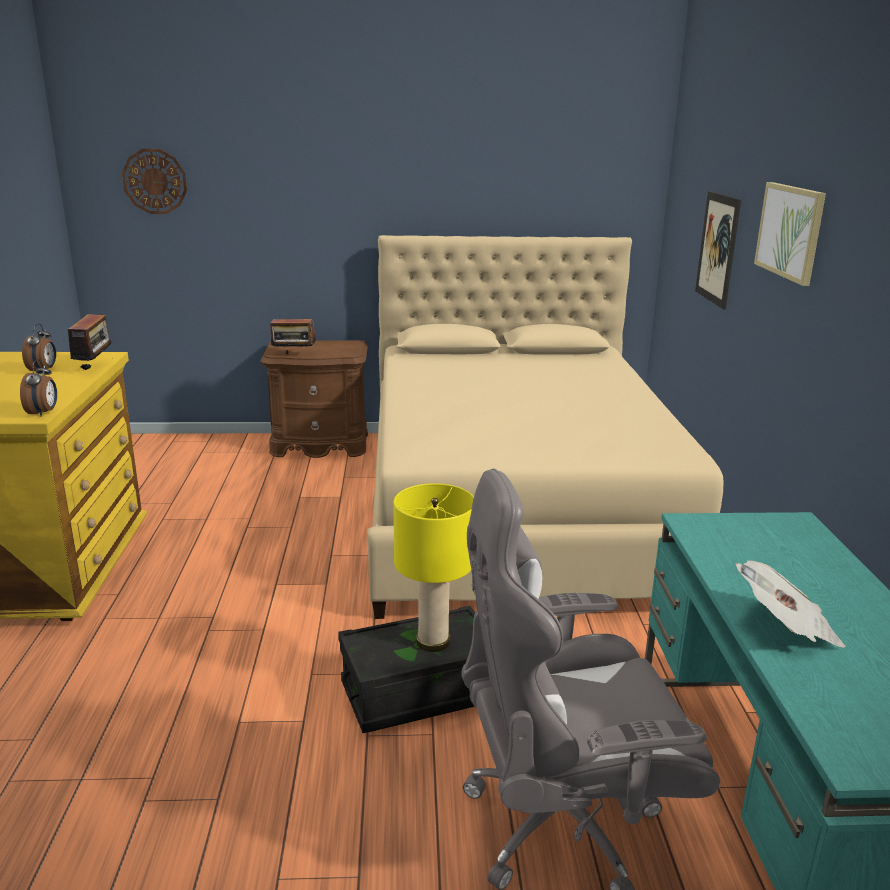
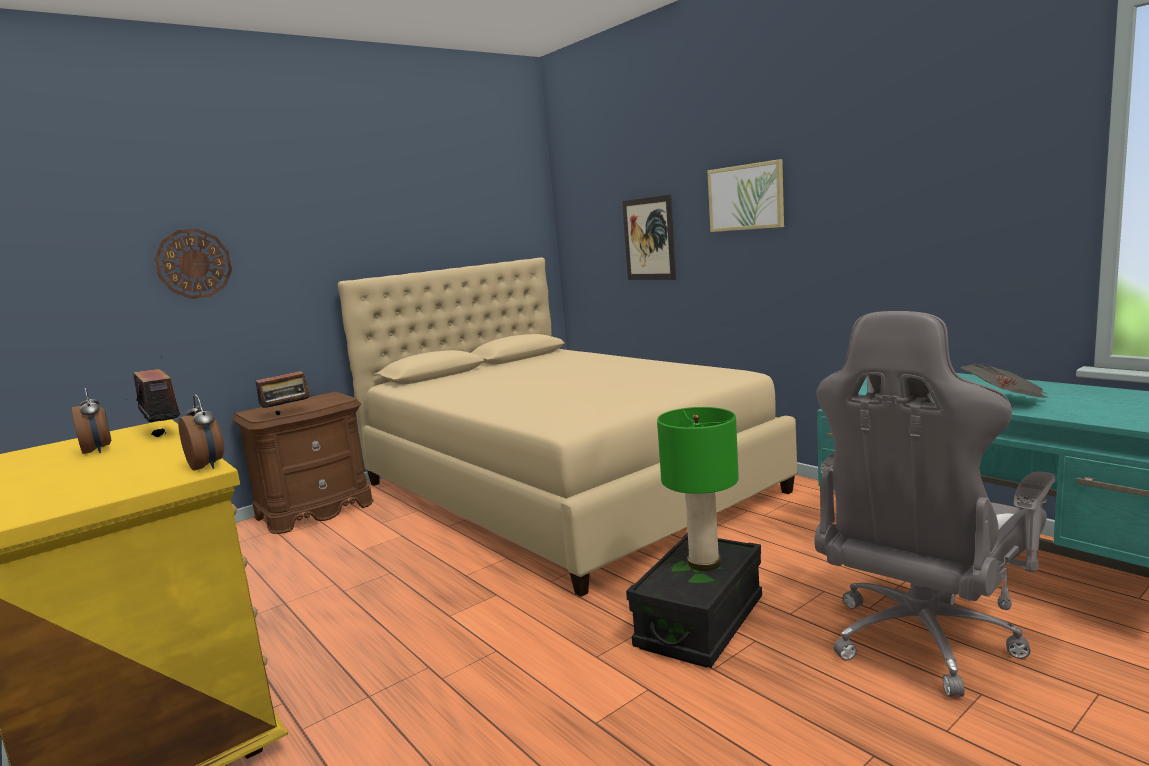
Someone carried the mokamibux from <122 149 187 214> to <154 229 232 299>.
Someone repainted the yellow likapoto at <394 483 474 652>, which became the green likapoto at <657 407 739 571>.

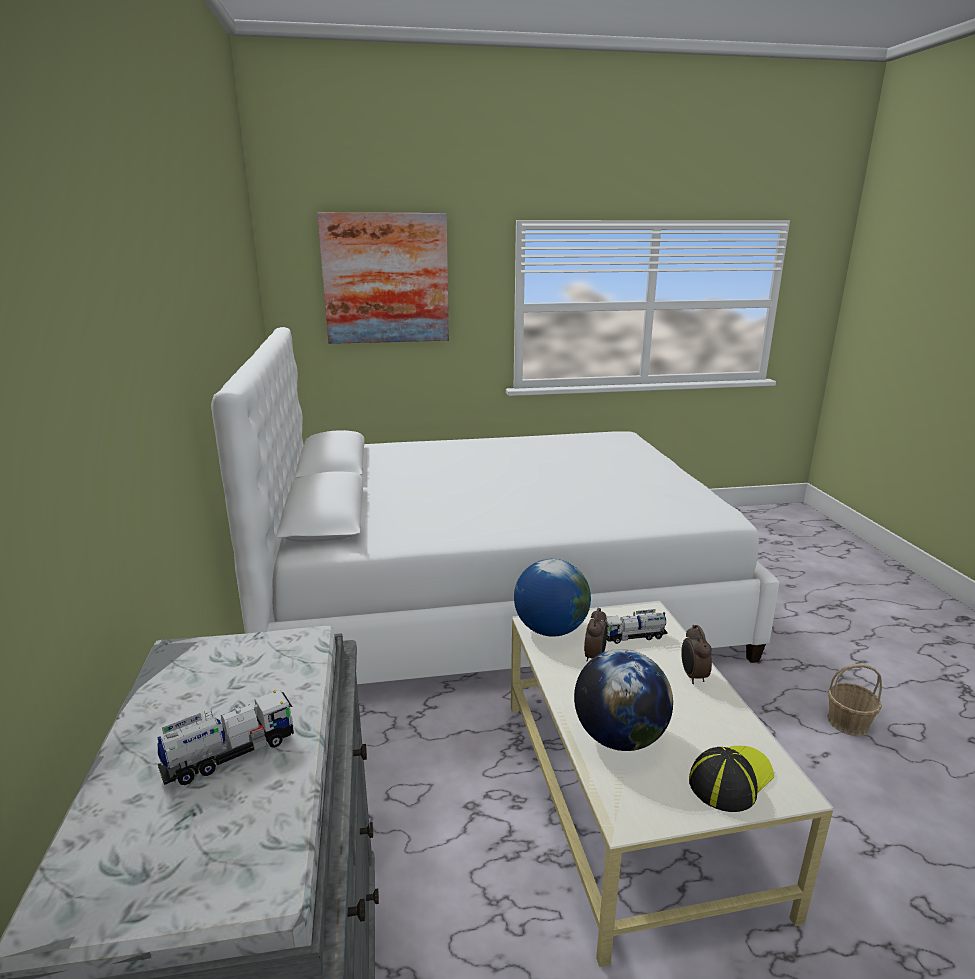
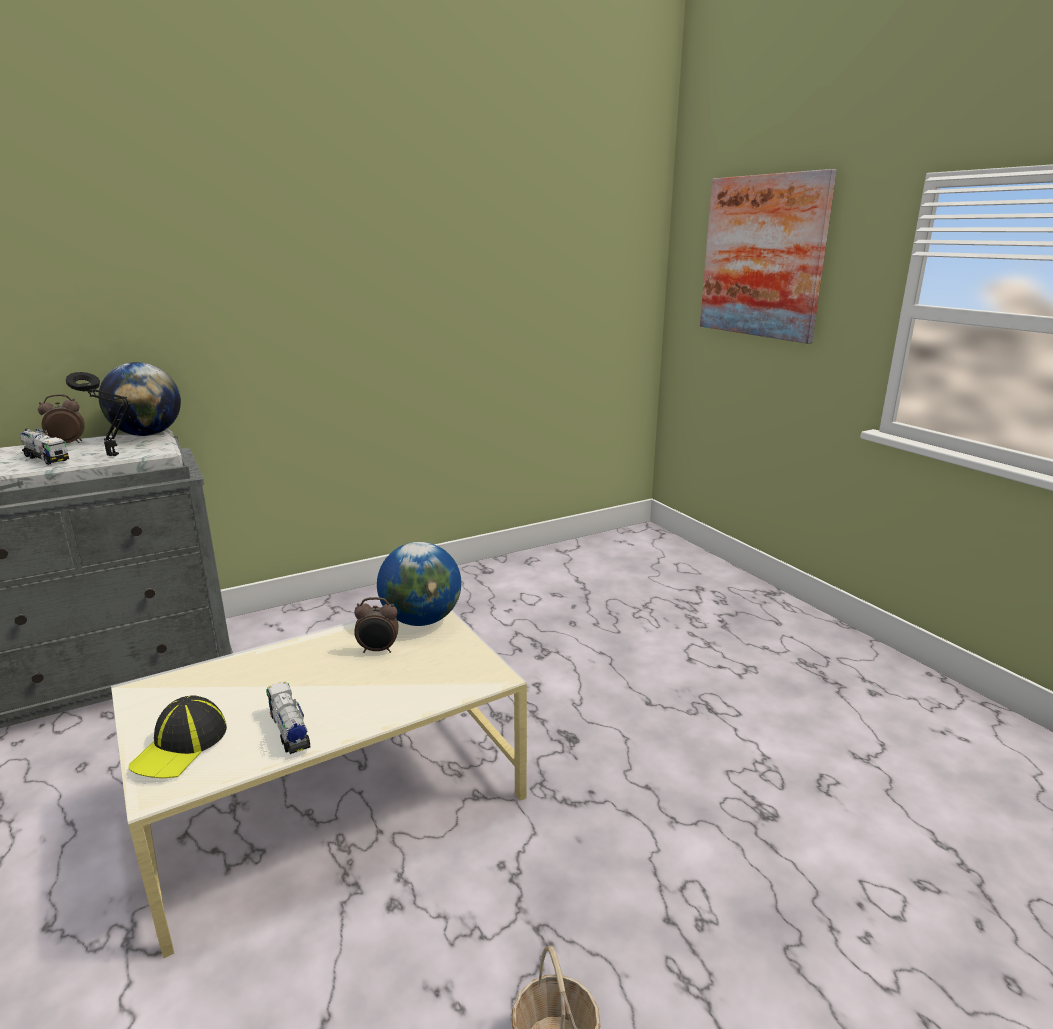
Someone took away the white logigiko at <211 327 779 684>.
Someone put down the black likapoto at <66 372 130 456>.
Someone carried the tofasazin from <574 649 673 751> to <98 362 181 436>.
Someone carried the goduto from <603 609 668 644> to <266 681 311 754>.
Someone carried the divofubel from <681 625 712 684> to <38 394 85 443>.
Someone rotated the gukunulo at <689 746 774 812> by 75 degrees clockwise.

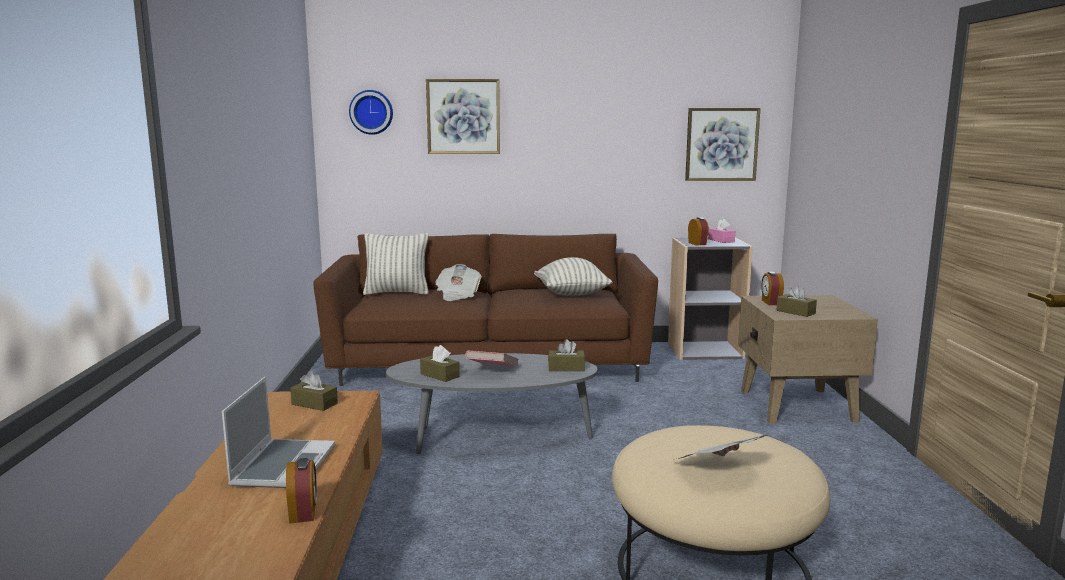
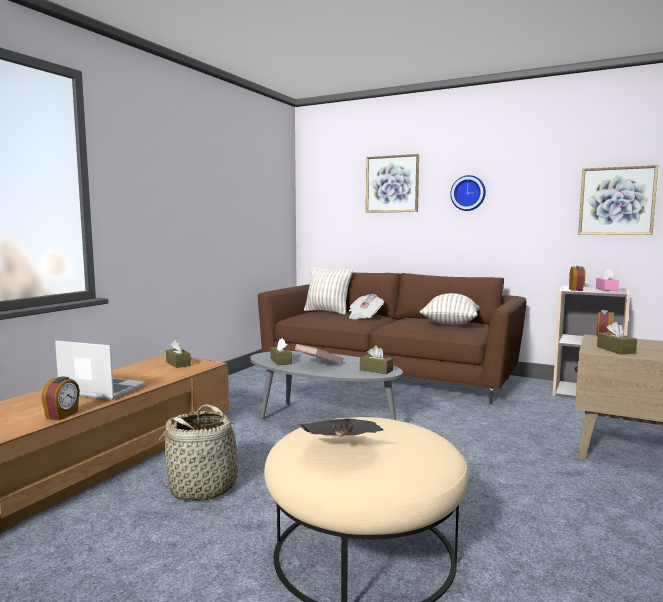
Someone put down the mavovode at <158 404 254 501>.
Someone carried the mokamibux from <349 90 393 135> to <450 175 486 211>.
Someone rotated the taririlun at <222 376 335 488> by 105 degrees counterclockwise.

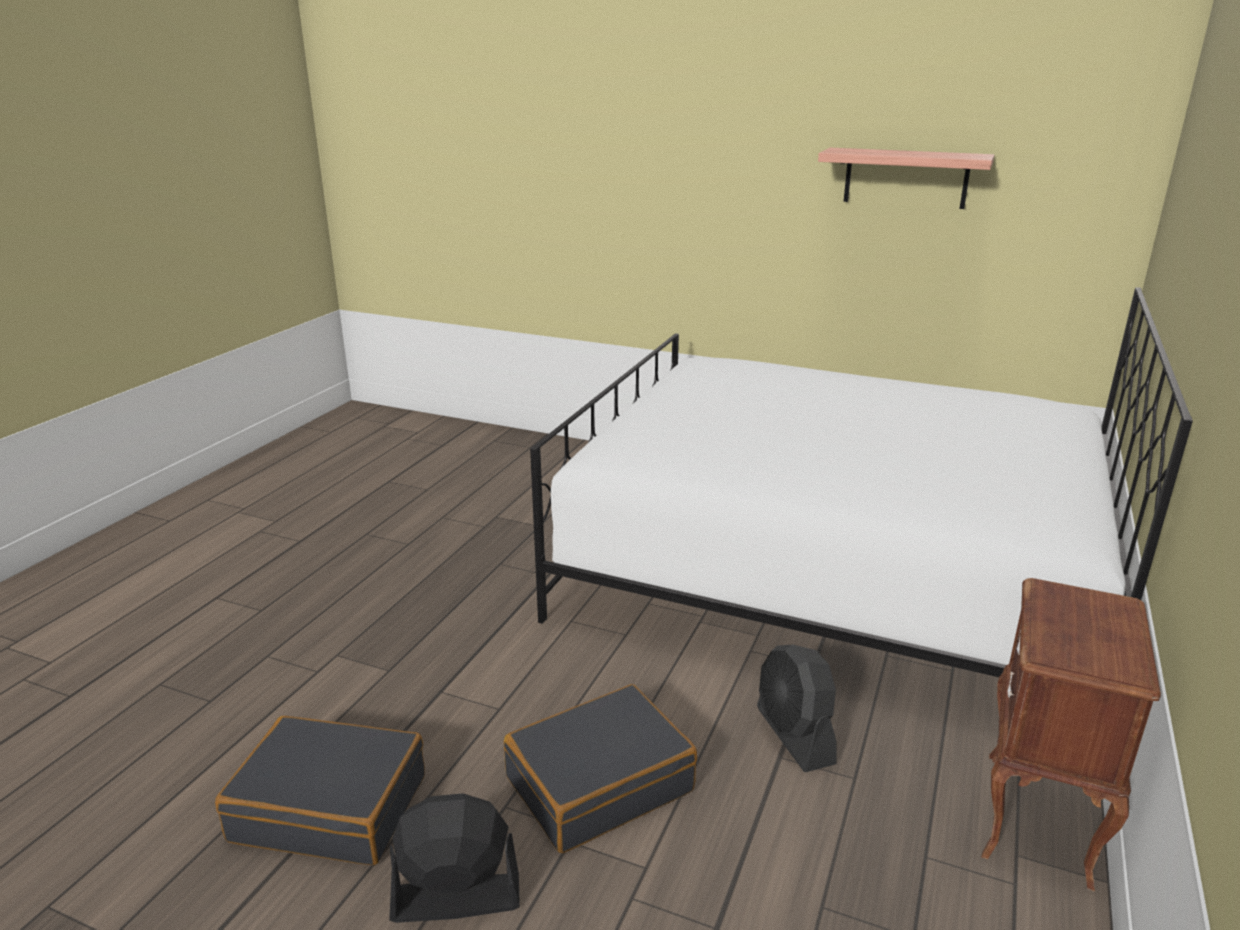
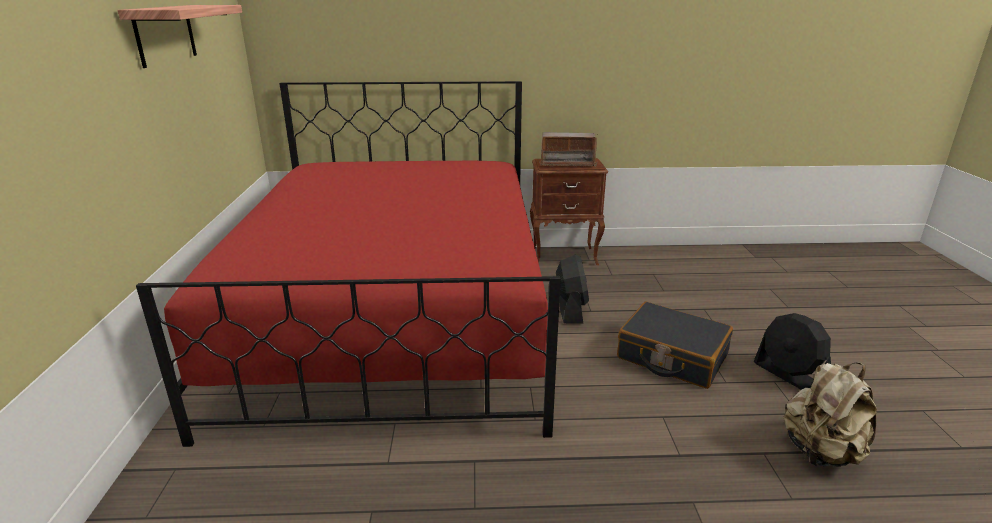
Someone put down the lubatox at <538 132 597 167>.
Someone swapped the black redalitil at <215 716 425 865> for the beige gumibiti at <784 363 877 467>.
Someone repainted the white logigiko at <530 287 1193 677>, which became the red logigiko at <136 81 561 447>.
Someone rotated the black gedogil at <757 645 837 772> by 45 degrees counterclockwise.

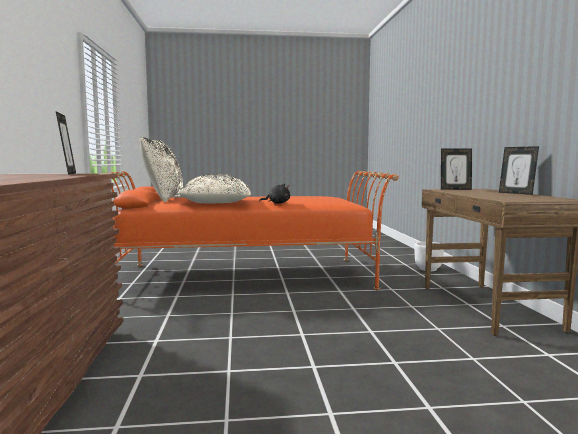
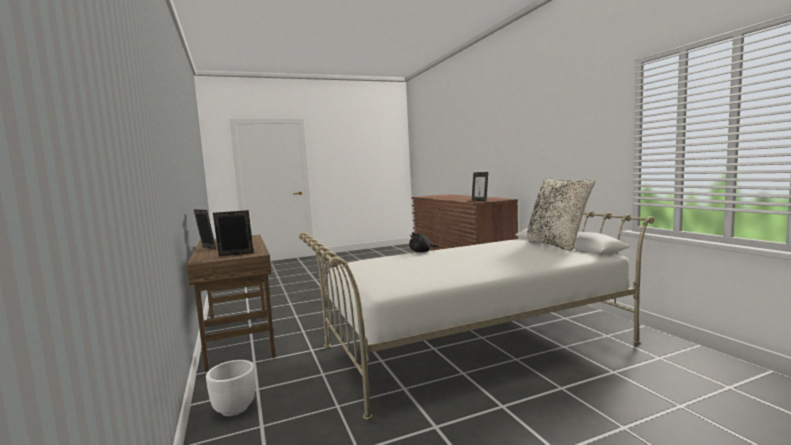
Someone took away the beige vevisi at <177 174 251 203>.
Someone repainted the orange logigiko at <111 171 399 290>, which became the white logigiko at <299 211 654 420>.

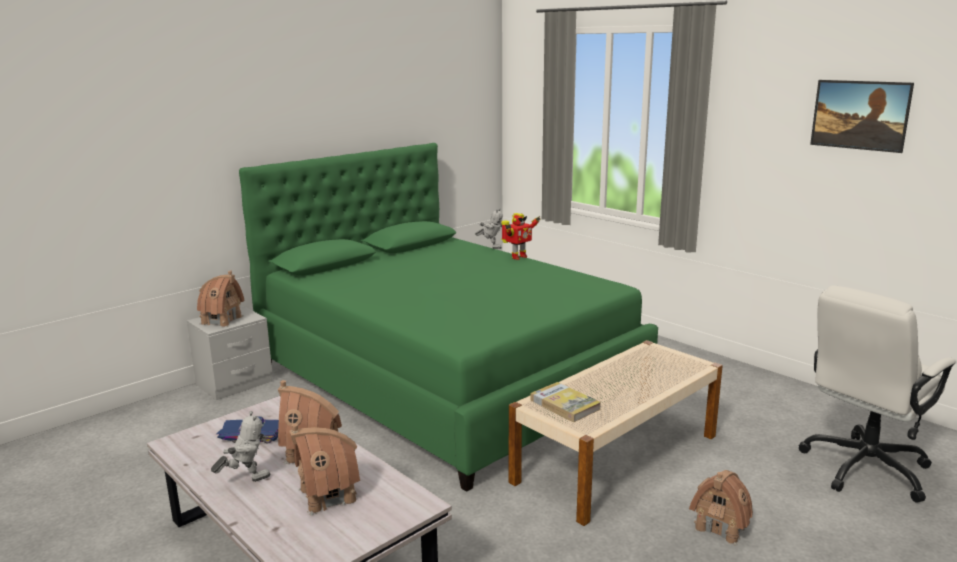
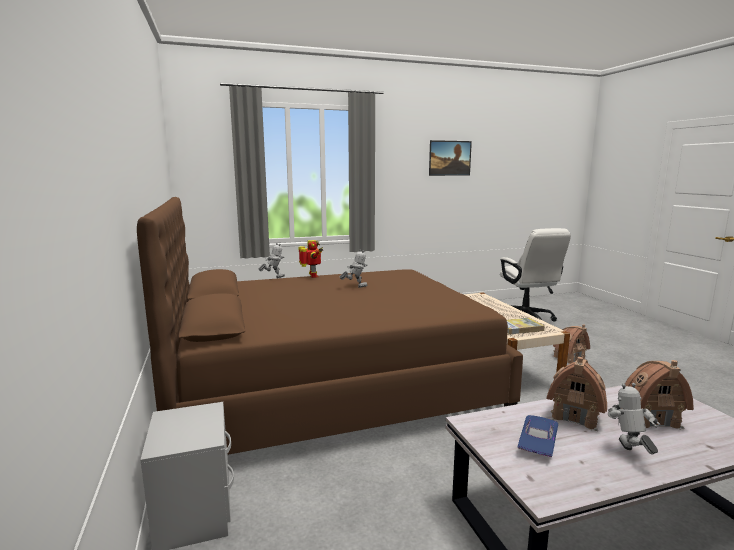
Someone took away the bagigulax at <197 271 245 327>.
Someone put down the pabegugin at <340 249 368 288>.
Someone repainted the green logigiko at <239 143 658 492>, which became the brown logigiko at <137 197 523 455>.

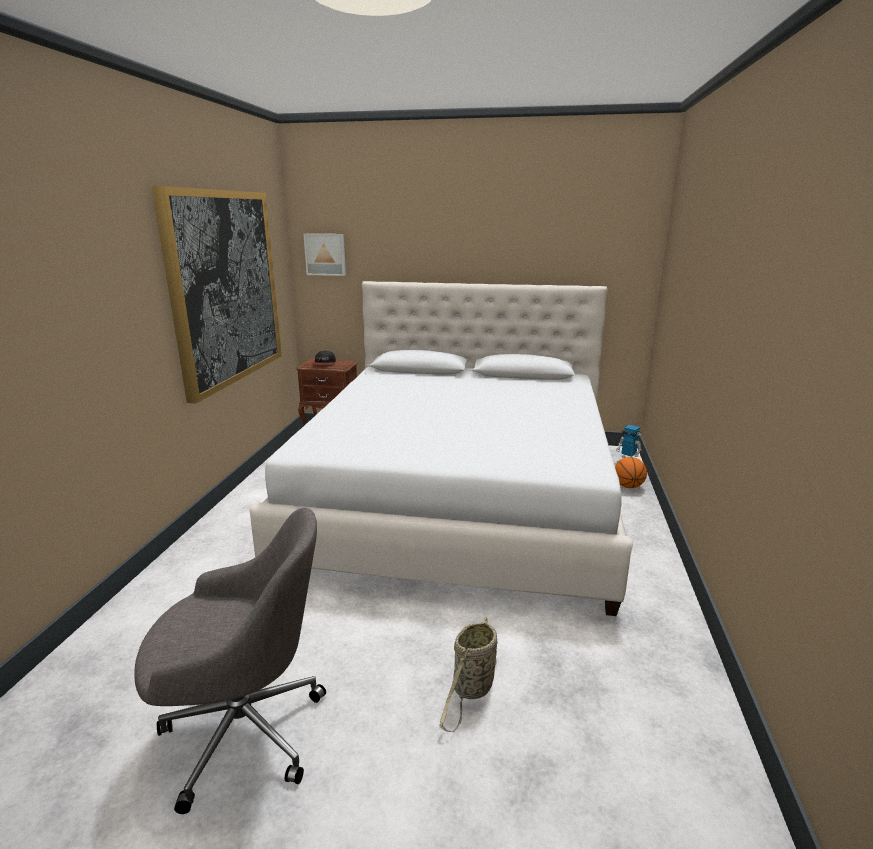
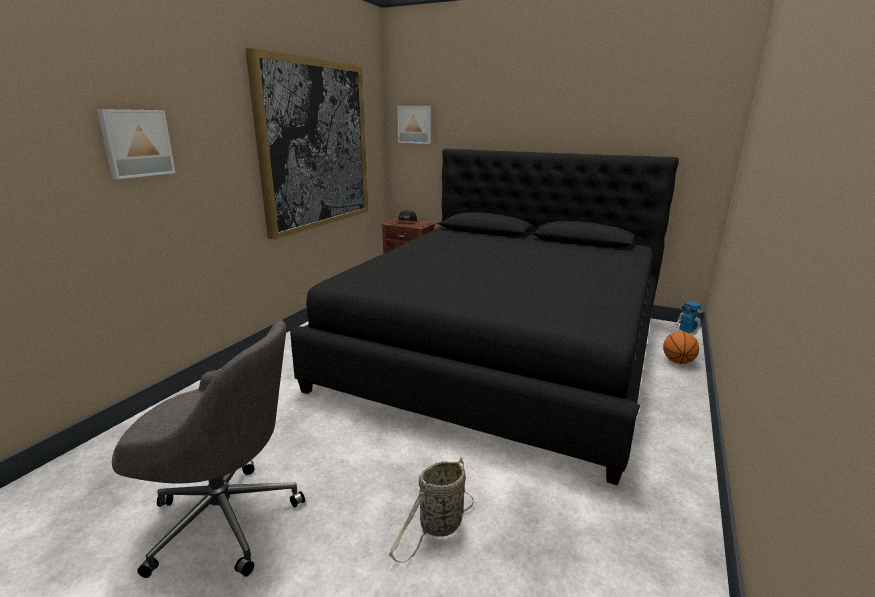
Someone put up the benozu at <97 109 176 179>.
Someone repainted the white logigiko at <250 281 634 616>, which became the black logigiko at <290 149 679 485>.

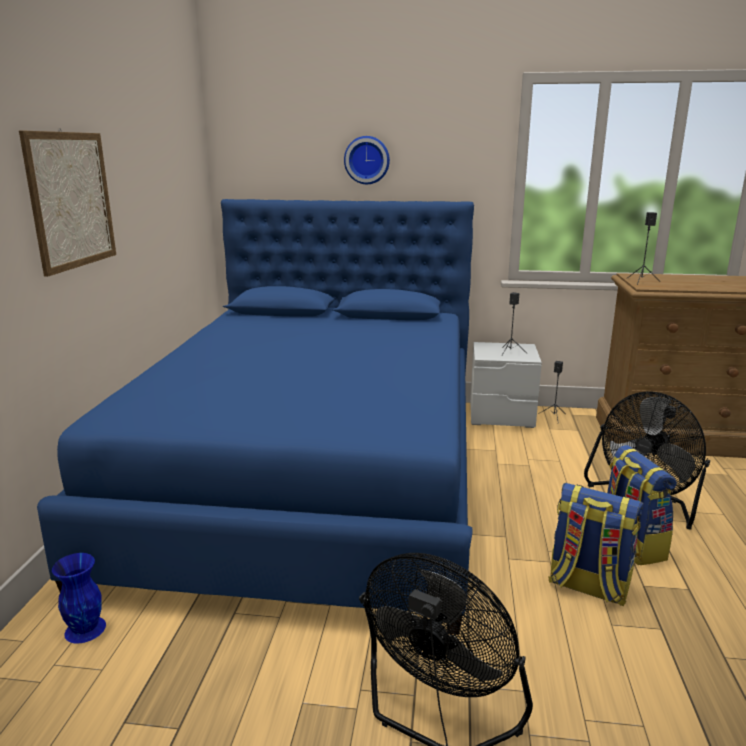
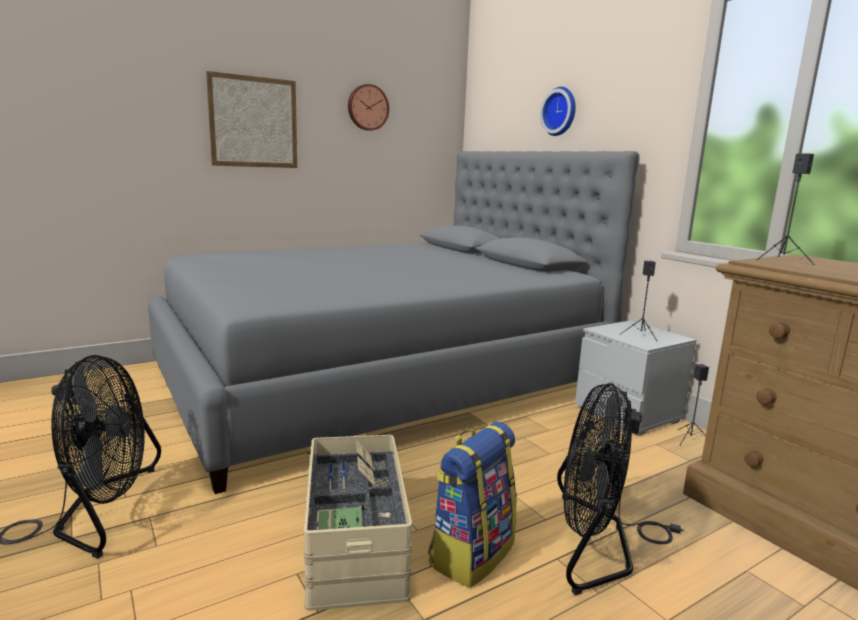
Someone took away the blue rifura at <52 553 106 643>.
Someone put up the mokamibux at <348 84 389 131>.
Someone swapped the gumibiti at <548 483 644 606> for the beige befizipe at <302 435 412 611>.
Someone repainted the blue logigiko at <37 199 474 635>, which became the grey logigiko at <148 151 640 494>.

